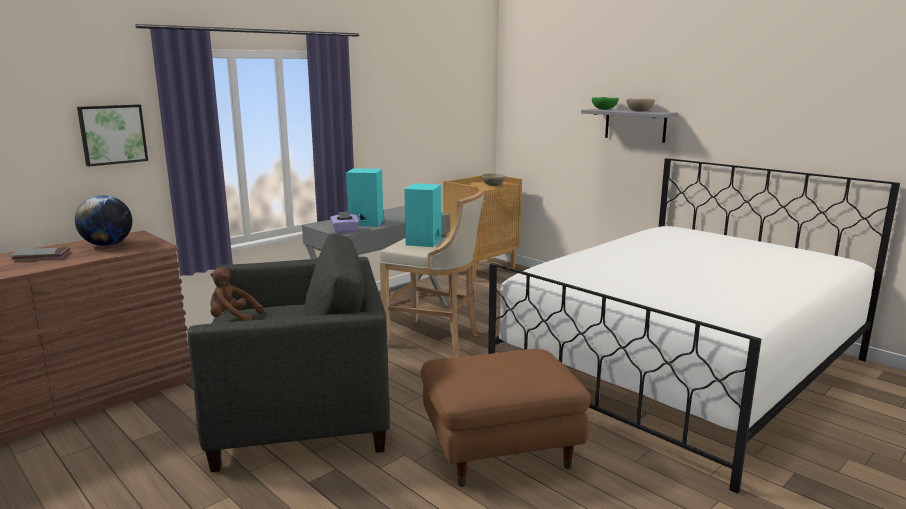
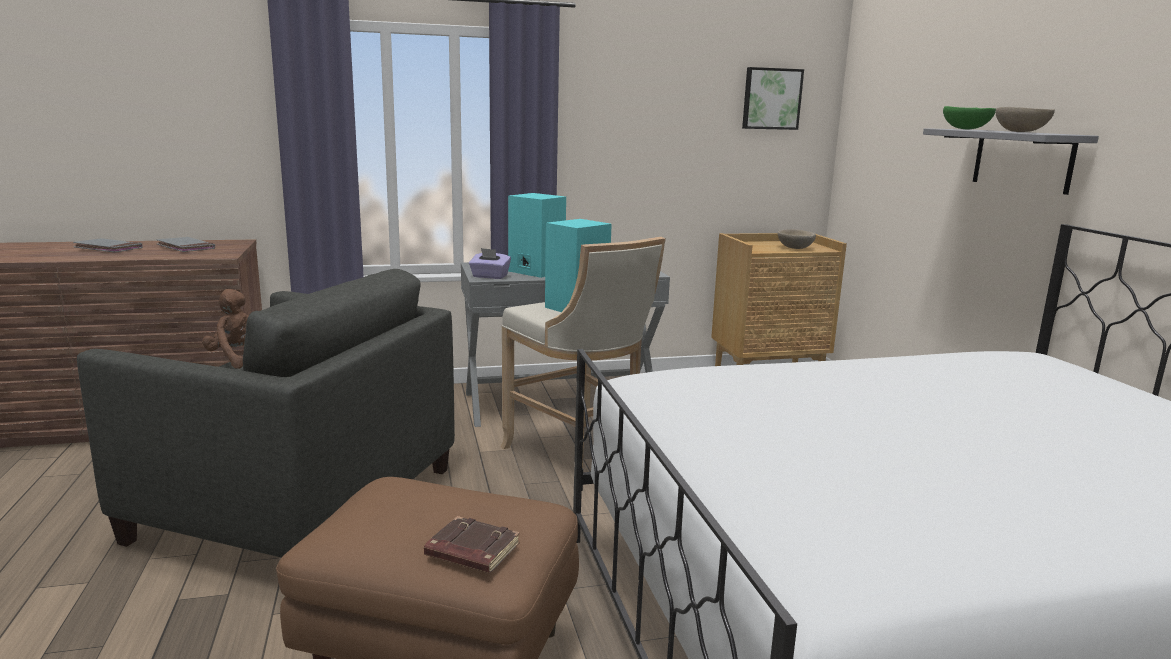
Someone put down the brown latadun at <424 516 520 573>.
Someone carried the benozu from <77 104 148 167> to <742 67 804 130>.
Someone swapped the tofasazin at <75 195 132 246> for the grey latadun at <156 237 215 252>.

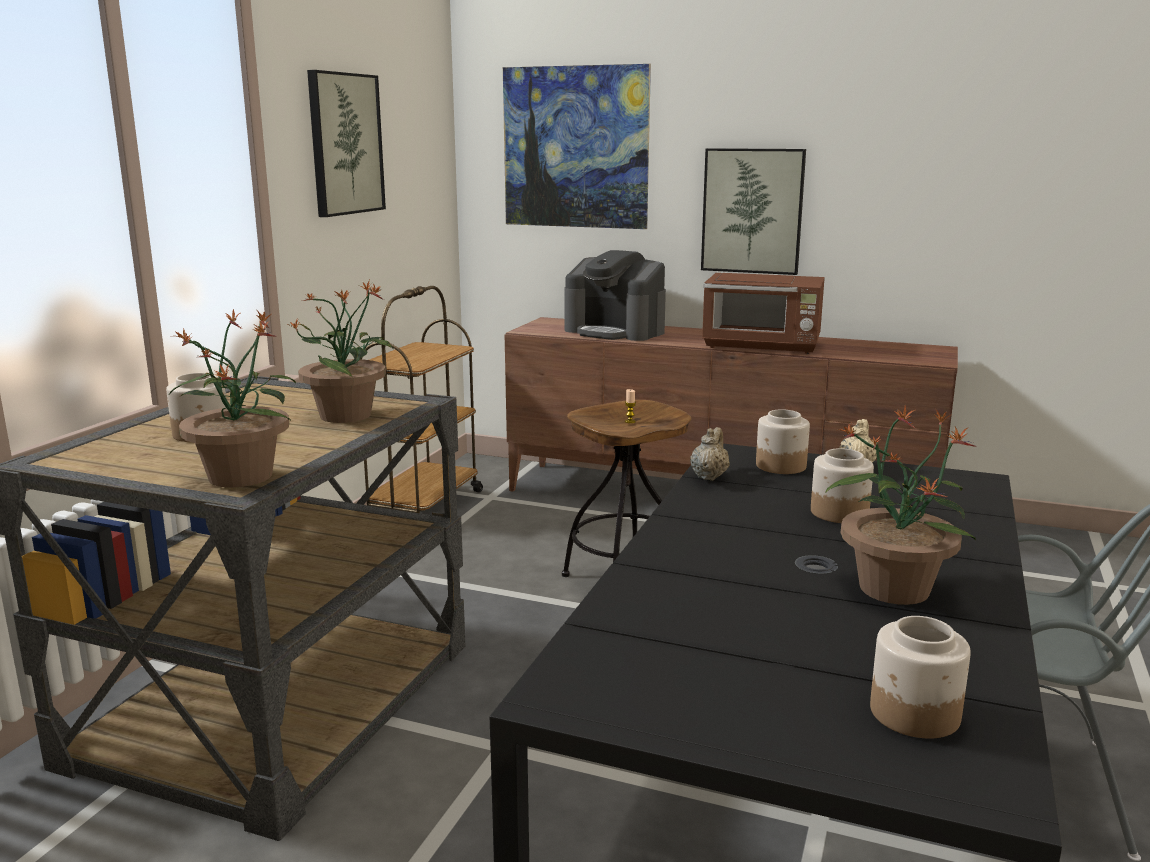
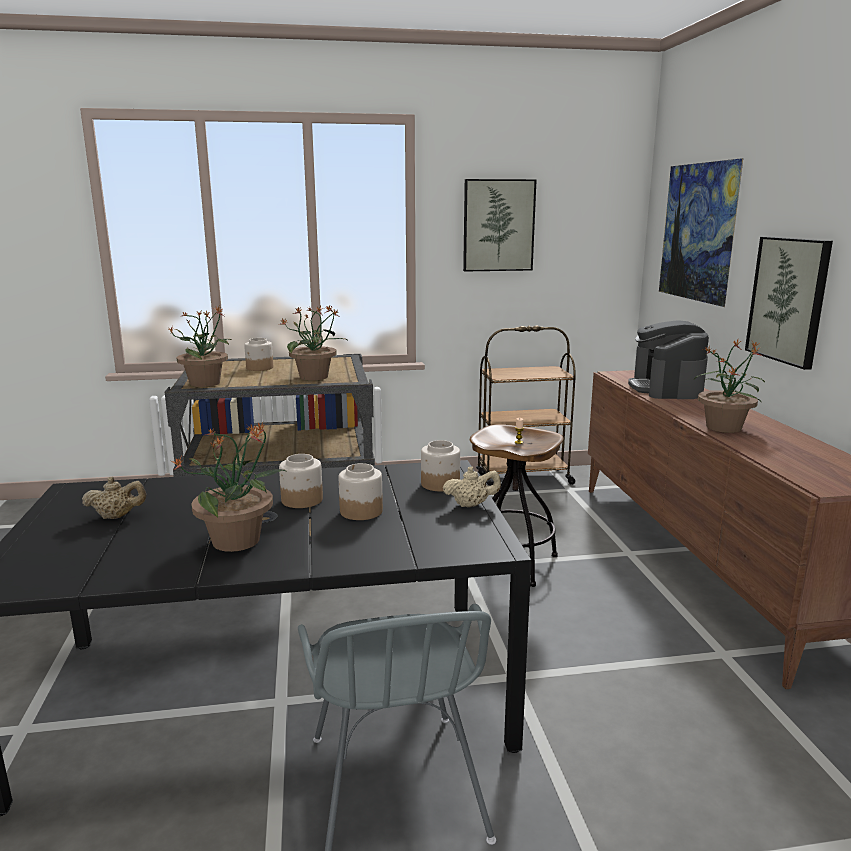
Someone carried the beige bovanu from <690 427 730 481> to <82 477 146 519>.
Someone carried the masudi from <870 616 971 739> to <279 454 323 508>.
Someone swapped the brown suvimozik at <702 273 825 354> for the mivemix at <694 340 765 433>.

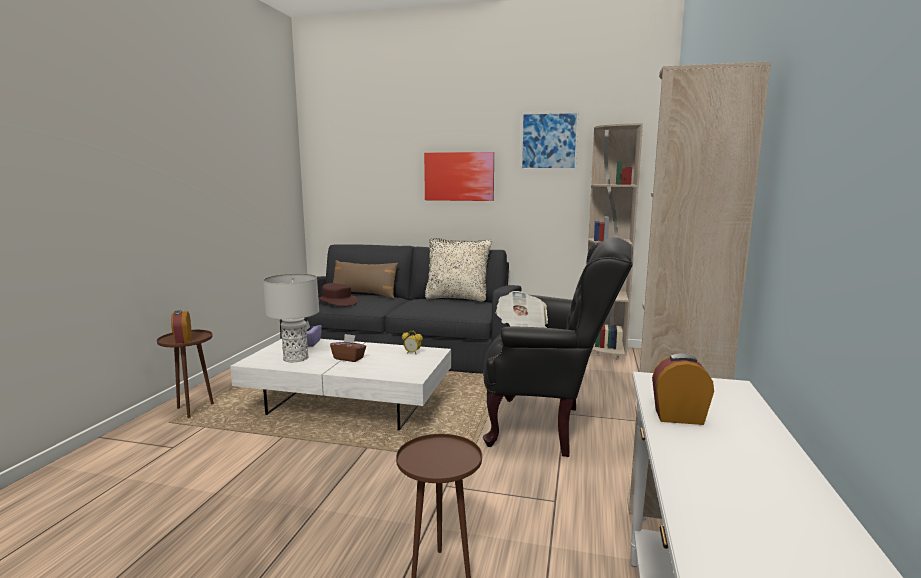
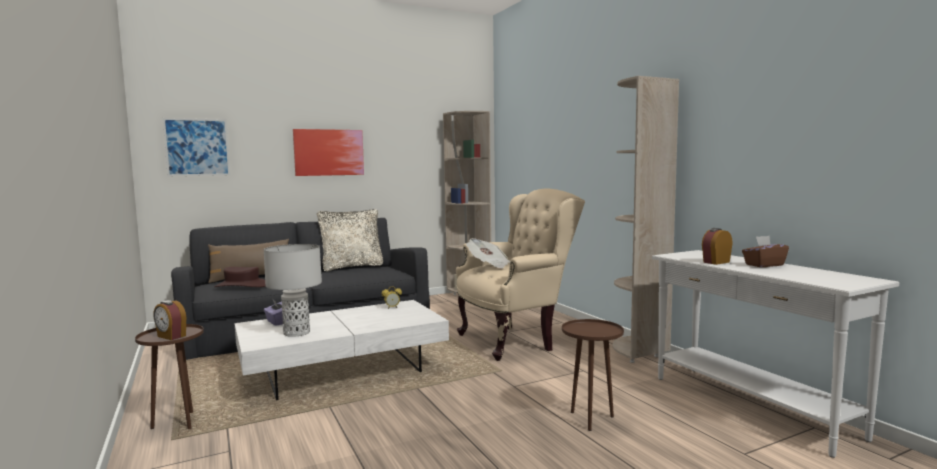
Someone carried the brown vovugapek from <330 334 366 362> to <742 236 789 267>.
Someone carried the benozu from <520 111 579 170> to <163 118 230 176>.
Someone repainted the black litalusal at <483 237 633 457>, which became the beige litalusal at <456 188 585 361>.

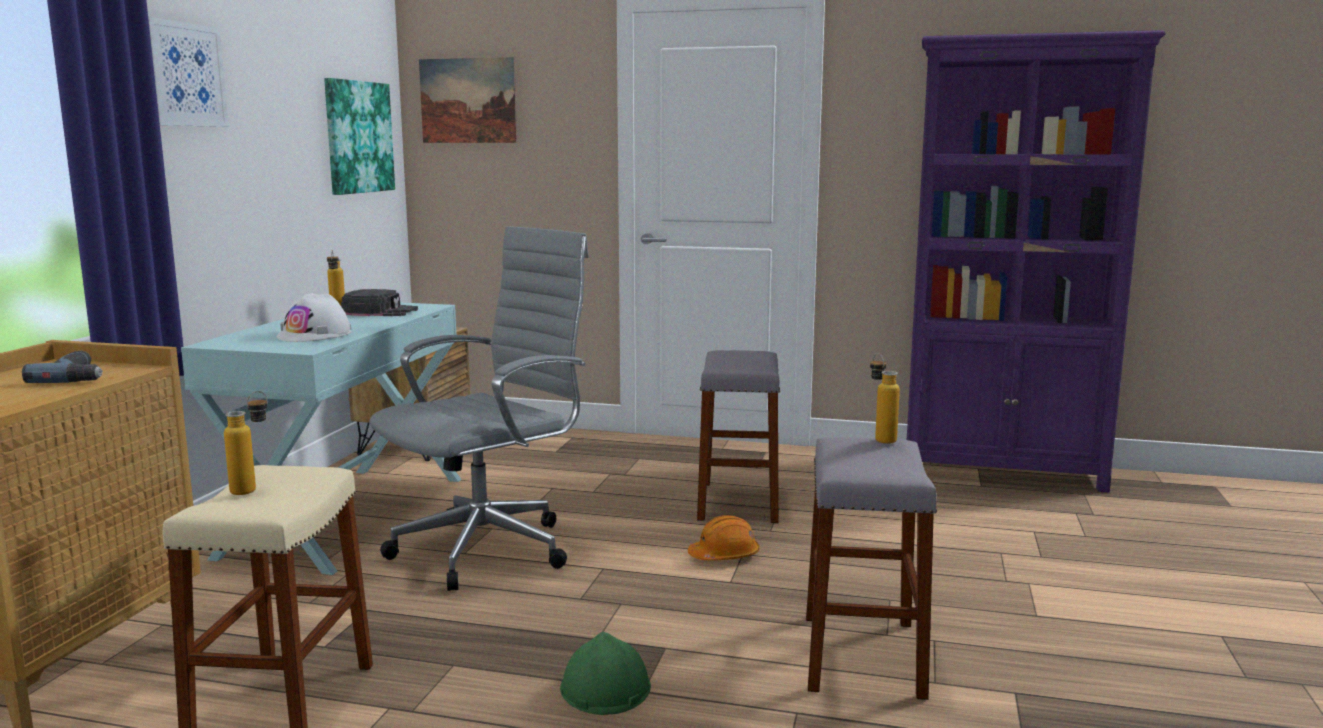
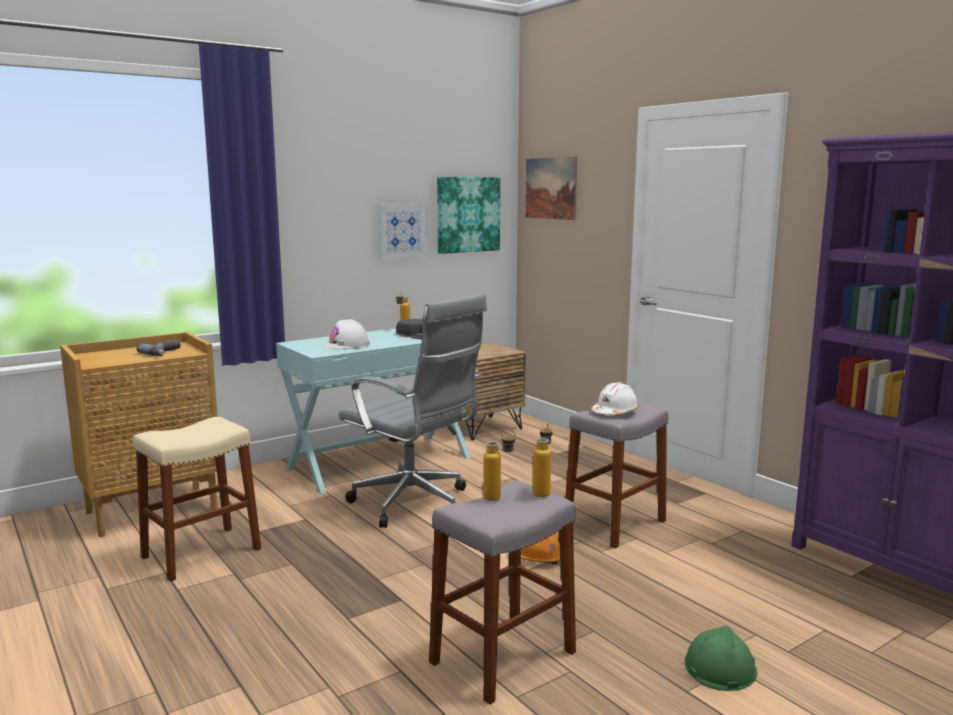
Someone put down the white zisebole at <591 382 639 415>.
Someone carried the benozu from <148 17 229 127> to <378 203 428 260>.
Someone carried the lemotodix from <224 391 267 495> to <483 430 516 501>.
Someone carried the green zisebole from <560 632 651 715> to <685 626 757 691>.
Someone rotated the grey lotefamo at <369 226 589 591> by 45 degrees clockwise.

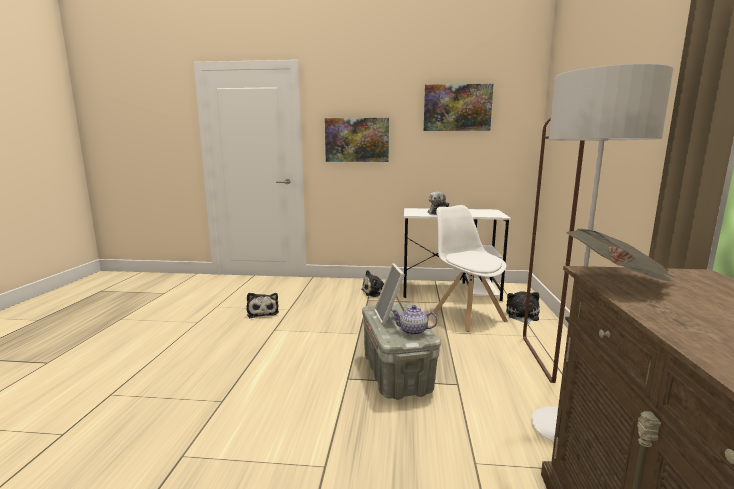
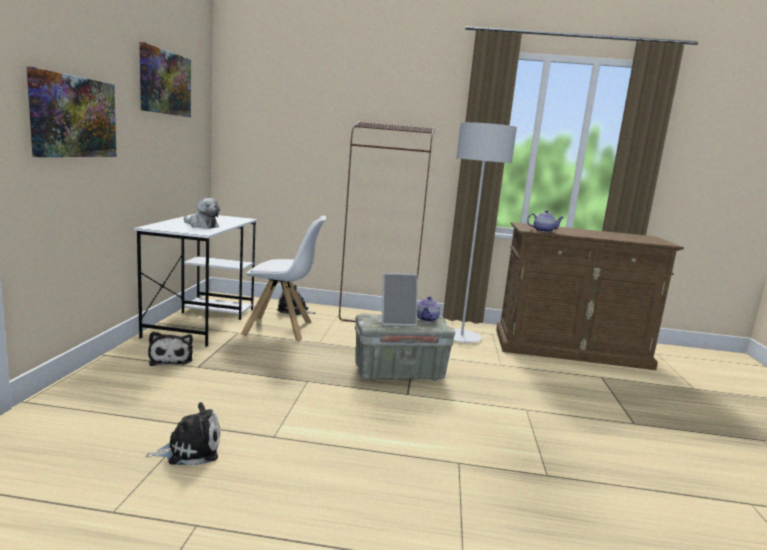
Someone swapped the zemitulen at <566 229 675 282> for the bovanu at <527 210 564 232>.
Someone rotated the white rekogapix at <432 205 508 332> by 150 degrees counterclockwise.

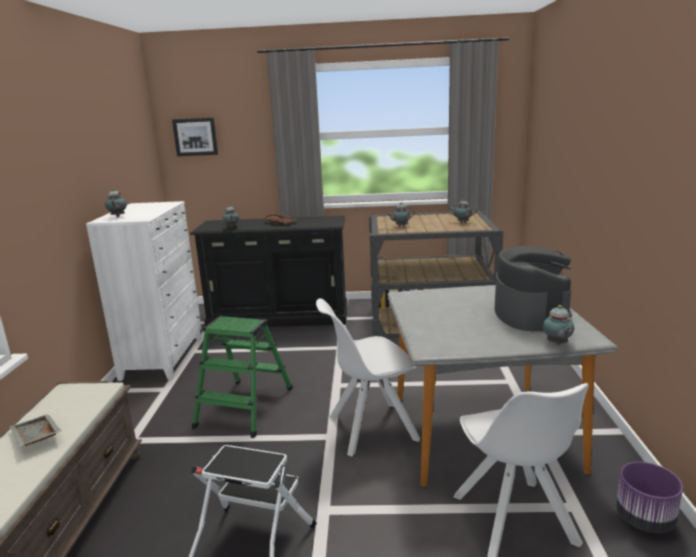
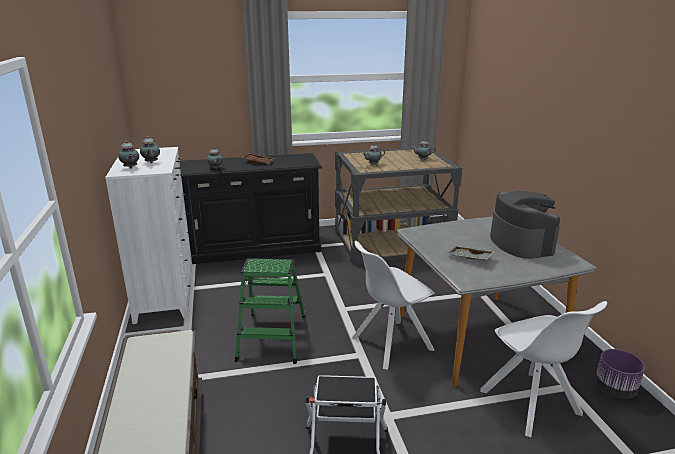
Someone took away the benozu at <172 118 218 156>.
Someone carried the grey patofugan from <9 414 61 446> to <446 245 495 260>.
Someone carried the bovanu from <543 305 574 345> to <140 136 160 163>.

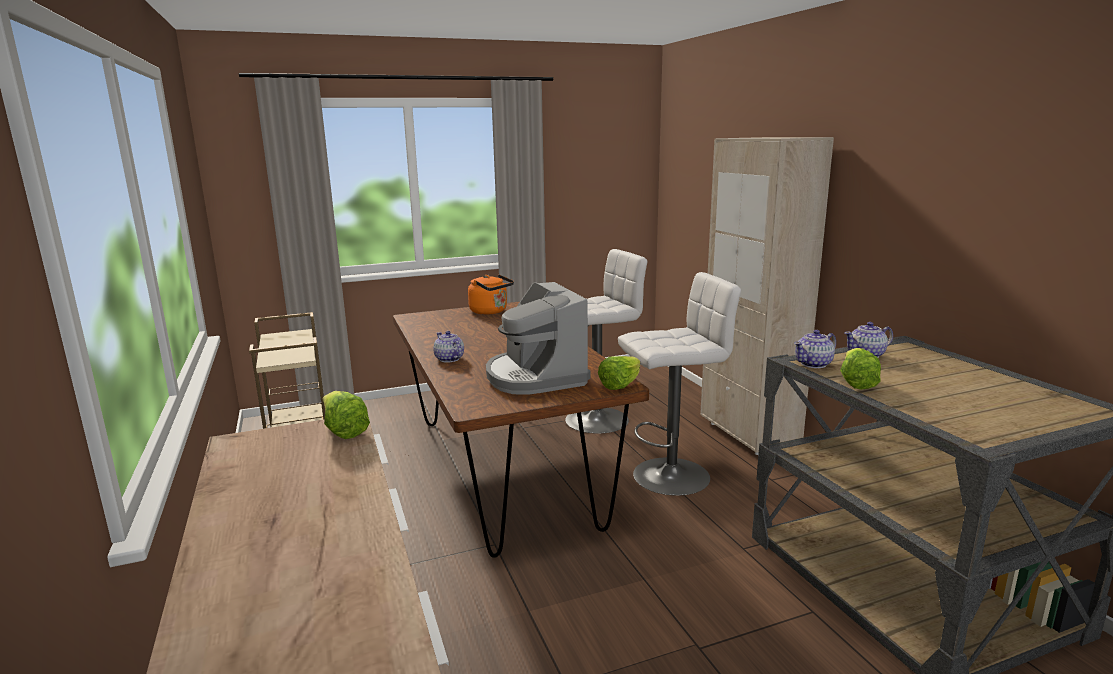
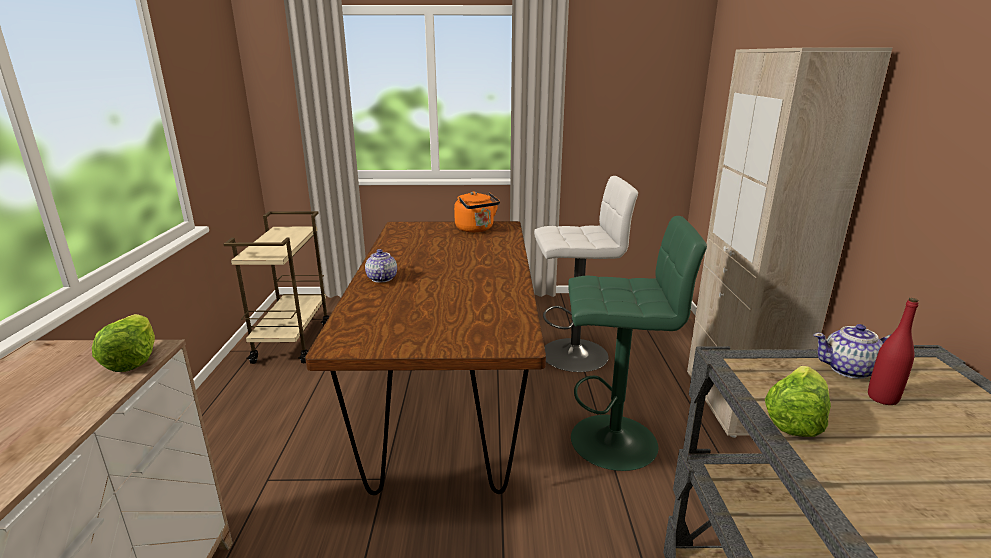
Someone took away the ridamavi at <486 282 591 395>.
Someone took away the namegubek at <598 356 640 390>.
Someone took away the bovanu at <794 330 836 368>.
Someone put down the red lemotodix at <868 298 918 405>.
Someone repainted the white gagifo at <618 272 741 496>, which became the green gagifo at <568 216 707 471>.

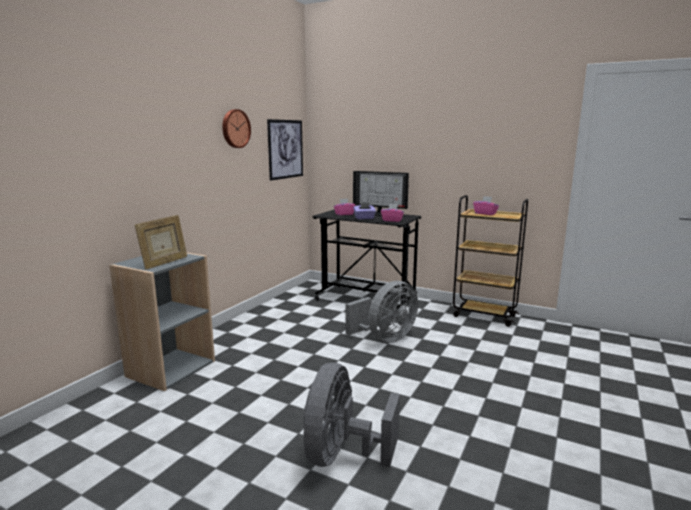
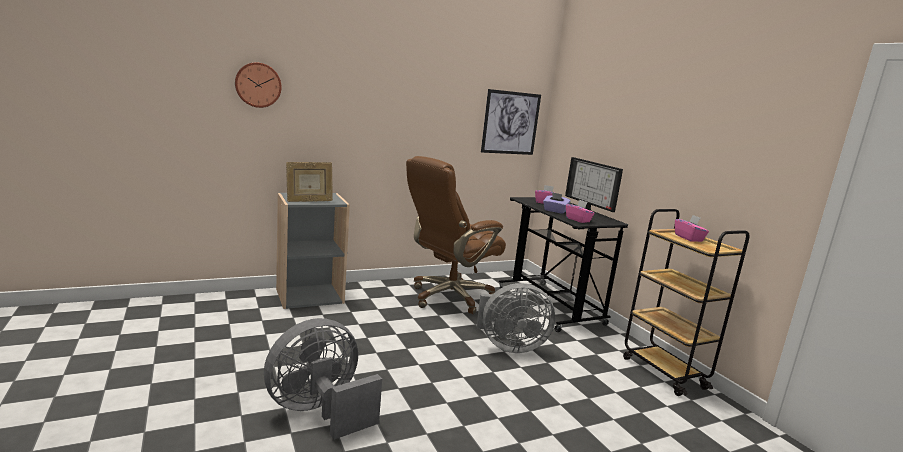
Someone put down the brown lotefamo at <406 156 506 314>.
Someone carried the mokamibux from <222 109 251 148> to <235 62 282 108>.

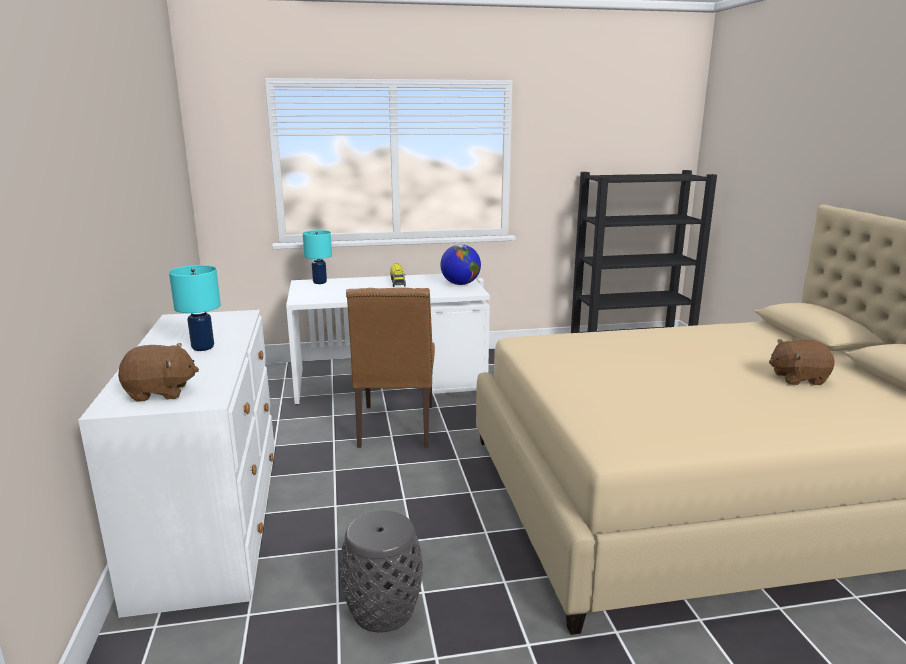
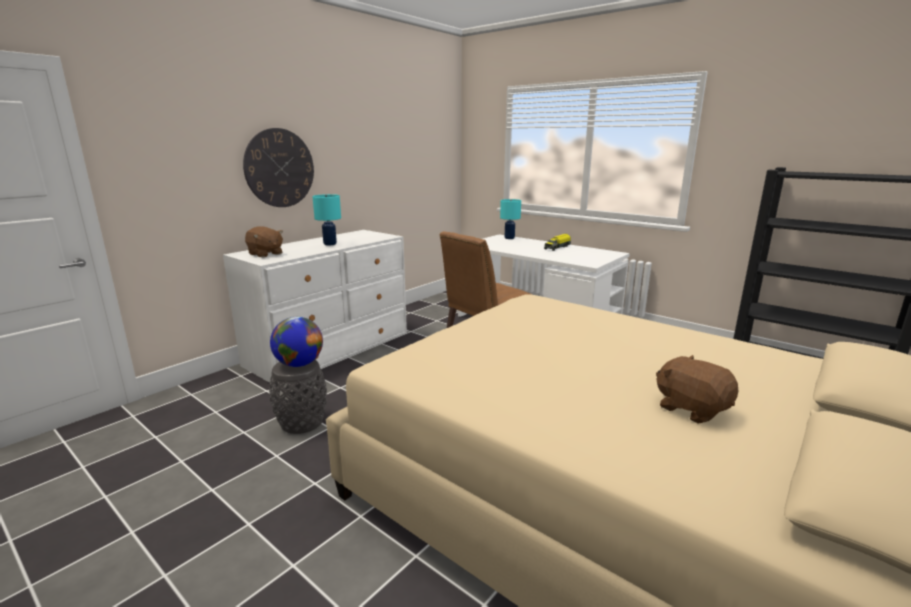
Someone put up the mokamibux at <243 128 314 207>.
Someone carried the tofasazin from <440 244 481 285> to <270 317 323 367>.

